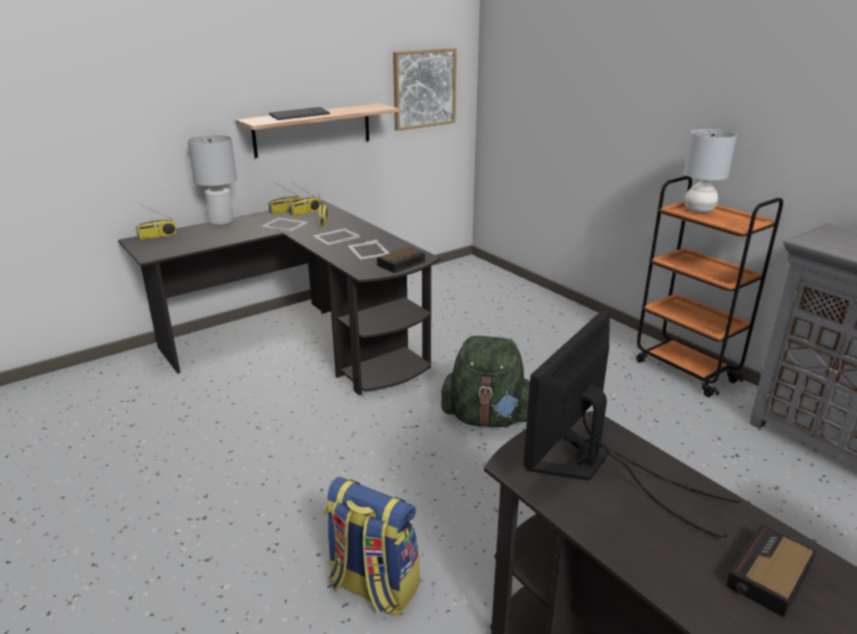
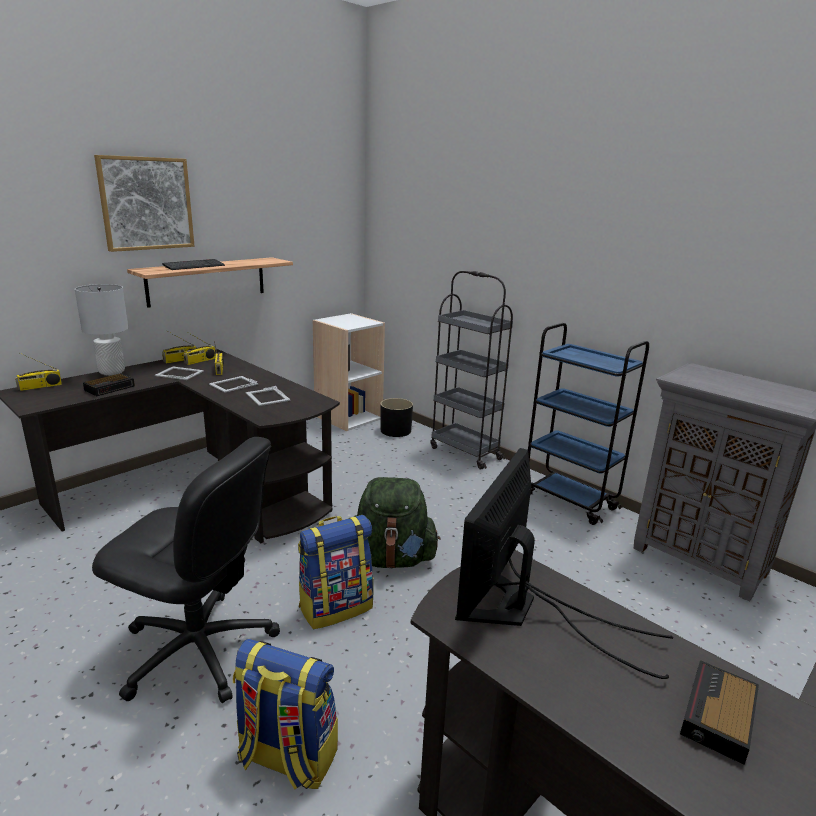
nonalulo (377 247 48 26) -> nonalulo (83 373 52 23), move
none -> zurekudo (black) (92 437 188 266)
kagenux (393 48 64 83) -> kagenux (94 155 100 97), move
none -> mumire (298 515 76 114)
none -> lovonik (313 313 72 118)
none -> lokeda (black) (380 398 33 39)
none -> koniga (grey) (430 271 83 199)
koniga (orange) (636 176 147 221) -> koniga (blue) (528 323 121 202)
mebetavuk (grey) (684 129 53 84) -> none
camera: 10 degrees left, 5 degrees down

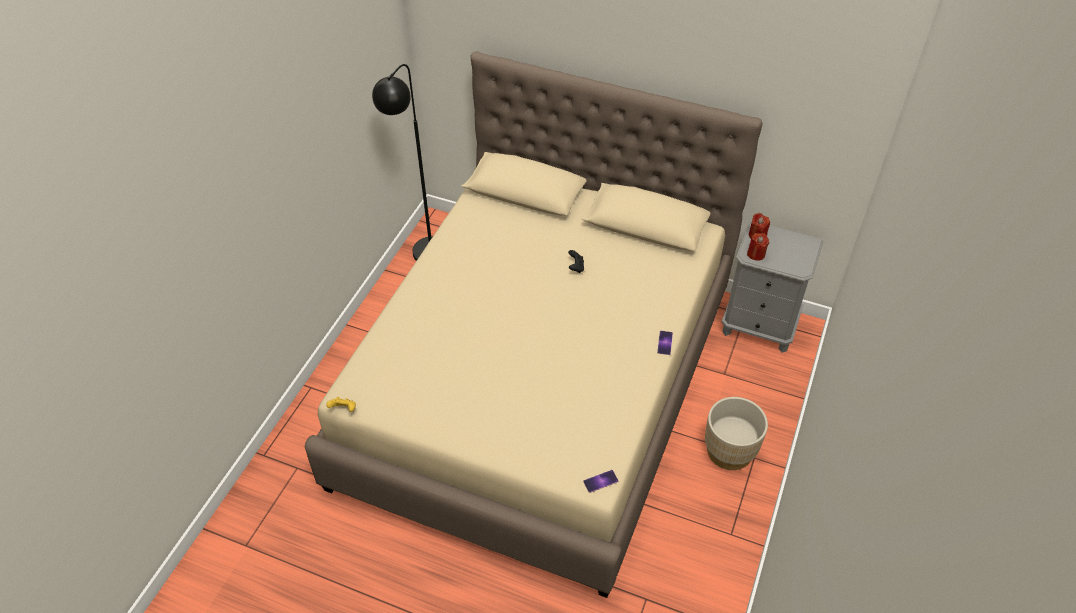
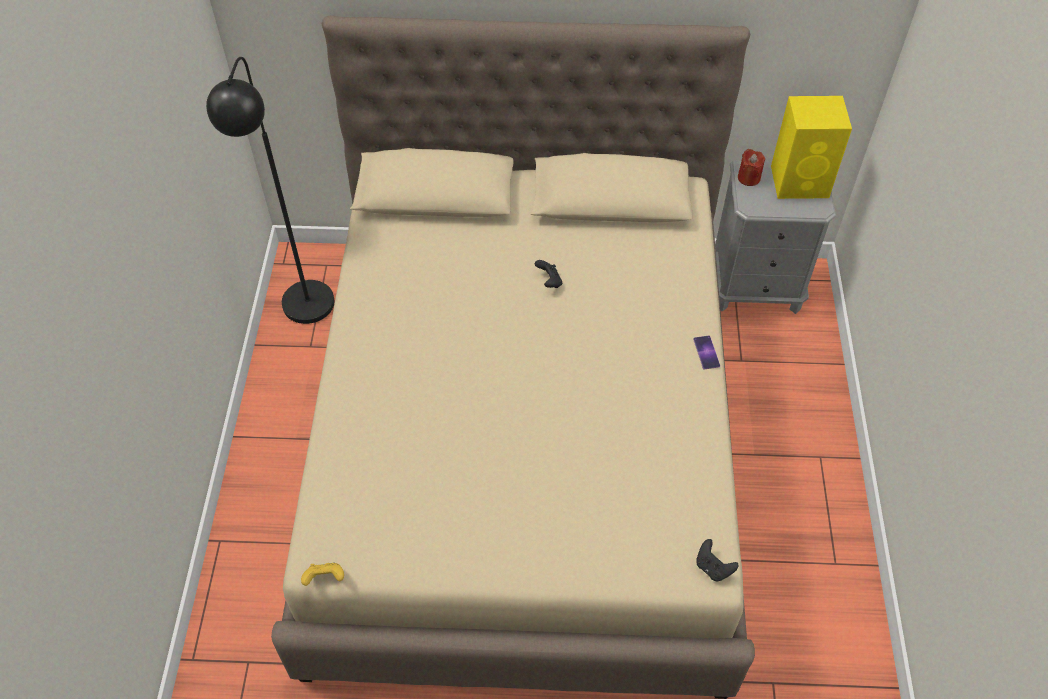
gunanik (583 470 35 23) -> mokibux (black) (696 539 43 42)
none -> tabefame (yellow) (771 96 81 103)
lokeda (beige) (705 397 63 73) -> none
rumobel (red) (747 233 22 28) -> none
camera: 20 degrees left, 5 degrees up

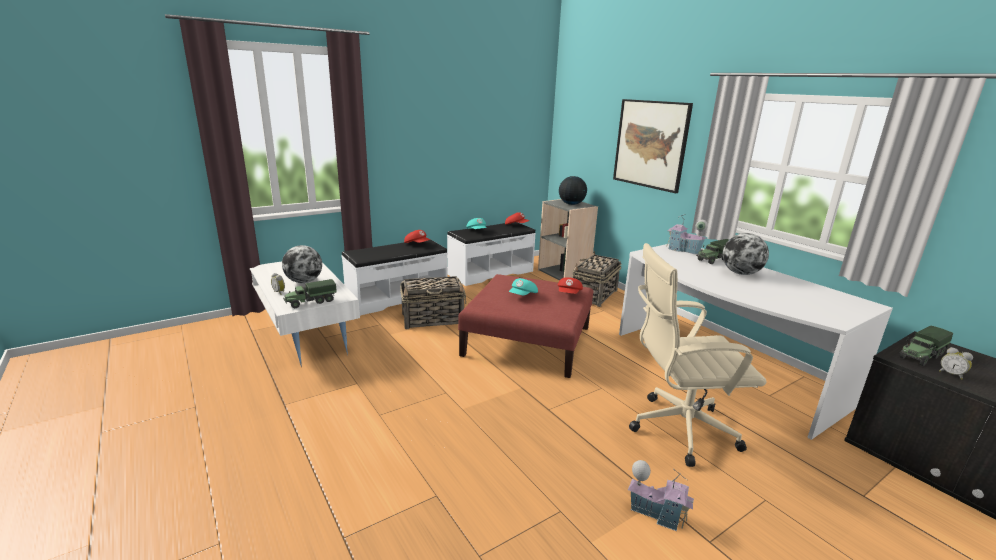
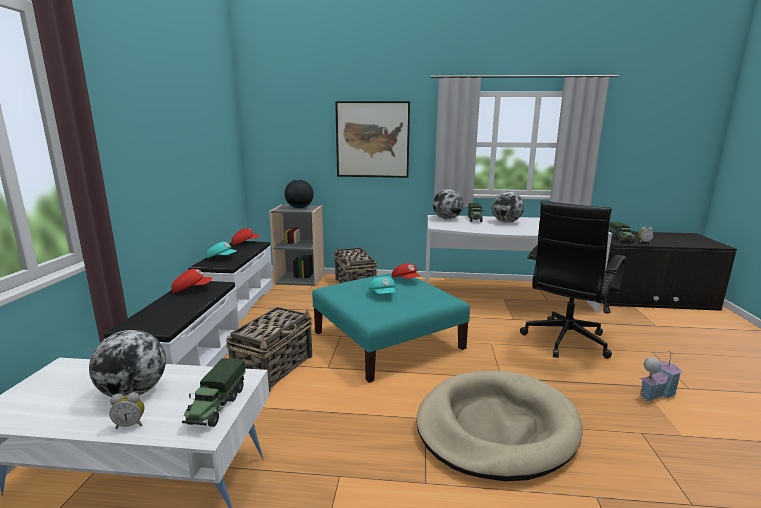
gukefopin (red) (458 274 135 104) -> gukefopin (turquoise) (312 273 158 110)
none -> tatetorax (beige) (416 371 167 110)
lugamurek (666 214 42 41) -> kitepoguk (433 189 30 31)
zurekudo (beige) (629 243 137 224) -> zurekudo (black) (520 201 106 158)
camera: 50 degrees left, 5 degrees down

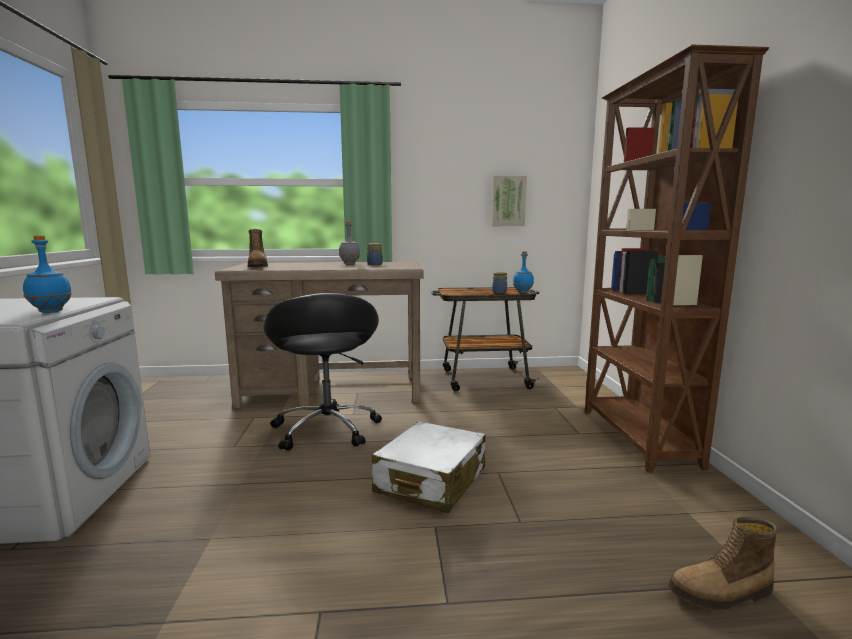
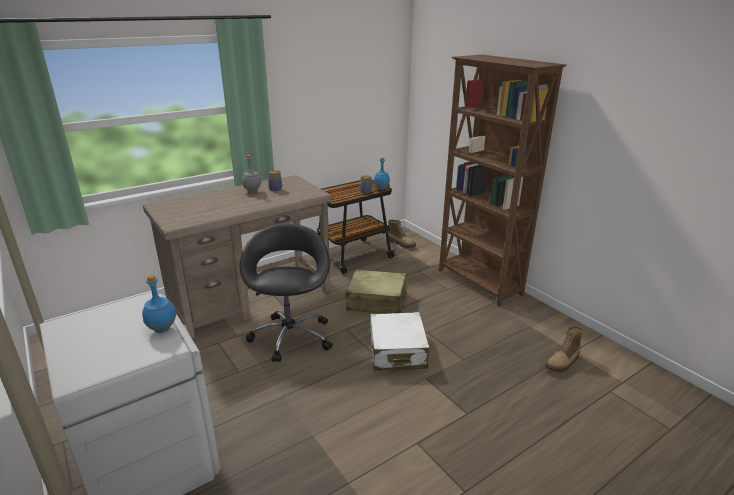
zurekudo (black) (263 293 119 157) -> zurekudo (black) (239 223 94 139), 135 degrees counterclockwise
none -> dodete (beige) (345 270 63 44)
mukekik (248 229 20 38) -> mukekik (388 220 28 28), move
kagenux (491 176 36 50) -> none
camera: 30 degrees left, 15 degrees up

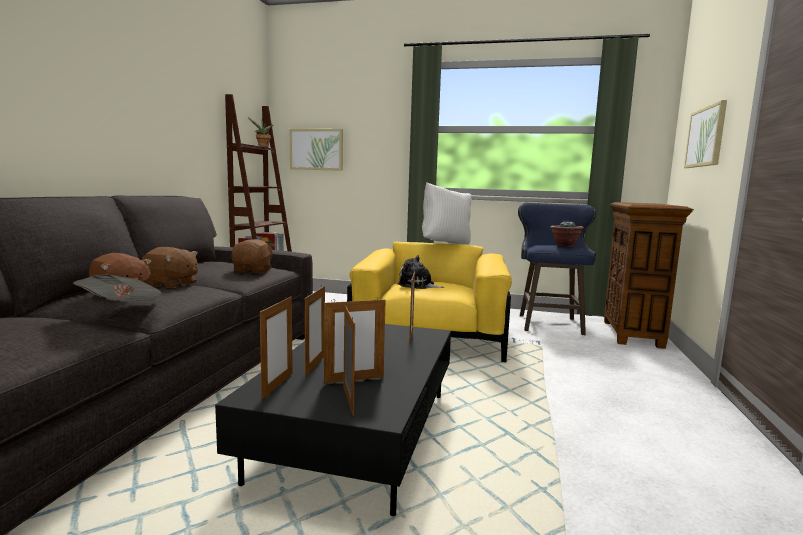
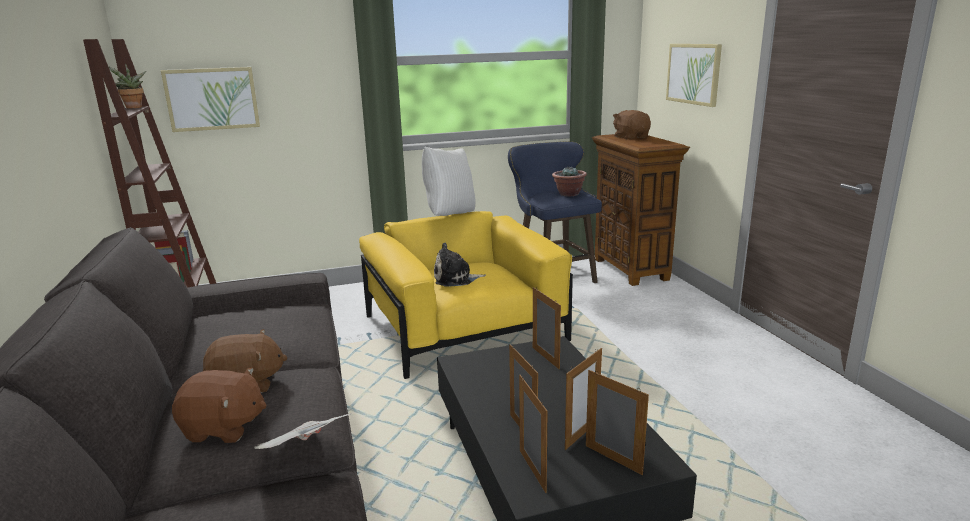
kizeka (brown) (231 239 44 35) -> kizeka (brown) (613 110 38 30), move
camera: 30 degrees left, 10 degrees up

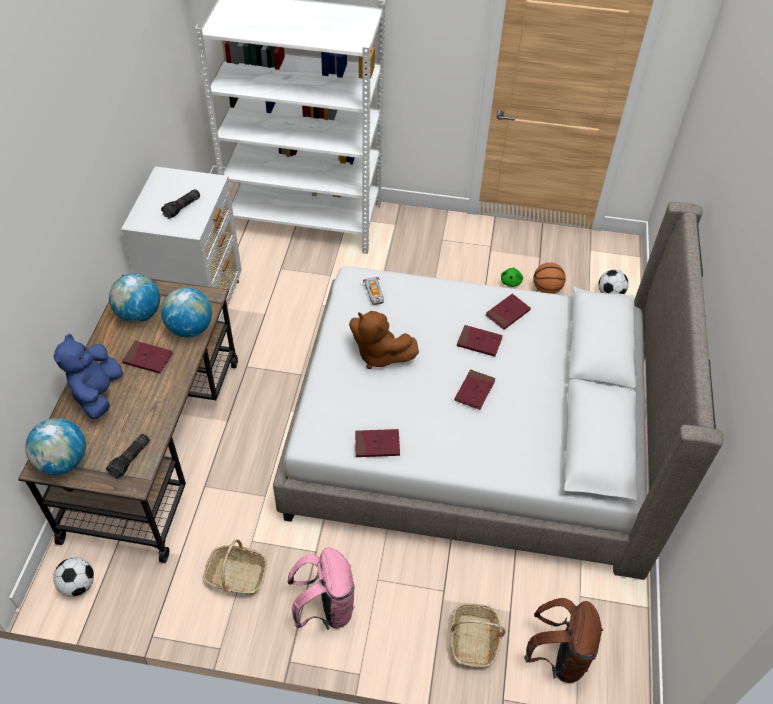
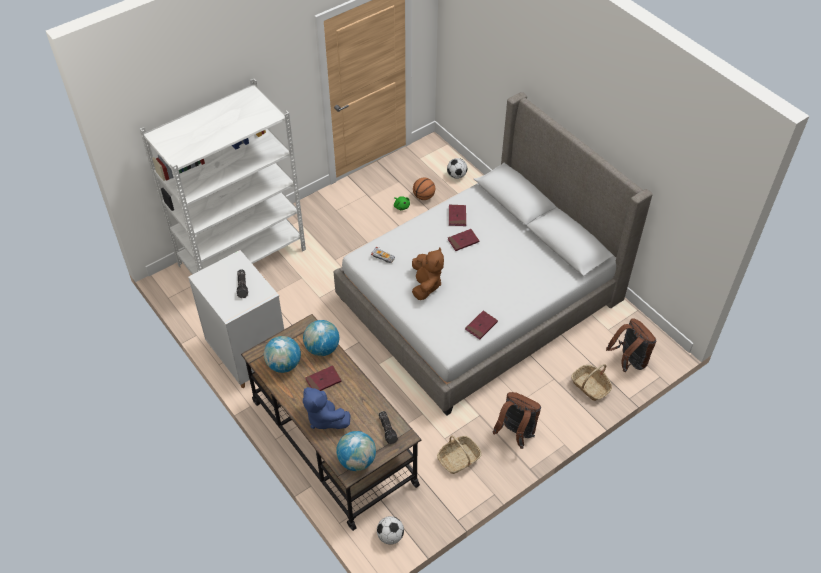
kizeka (brown) (349 311 70 58) -> kizeka (brown) (412 248 32 52), 75 degrees counterclockwise
mumire (pink) (287 547 68 83) -> mumire (brown) (493 392 48 57)
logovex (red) (454 370 42 40) -> none
camera: 45 degrees left, 0 degrees up

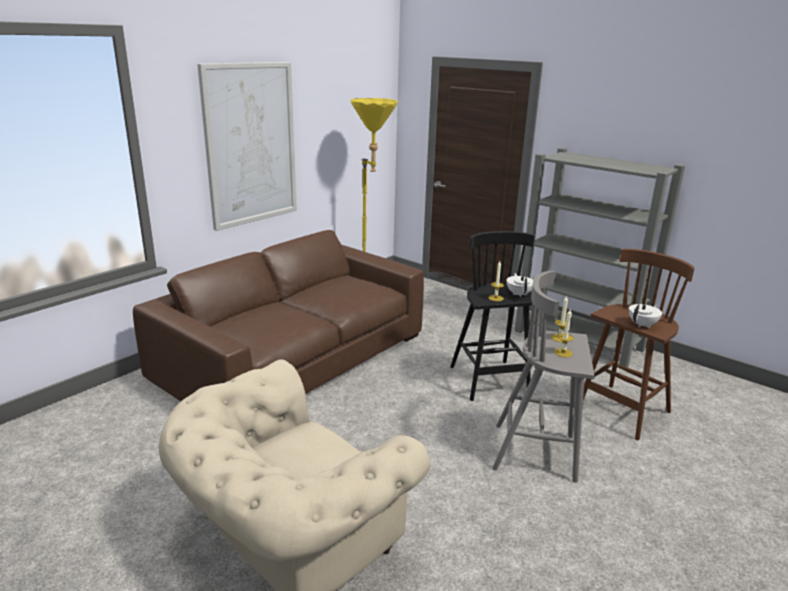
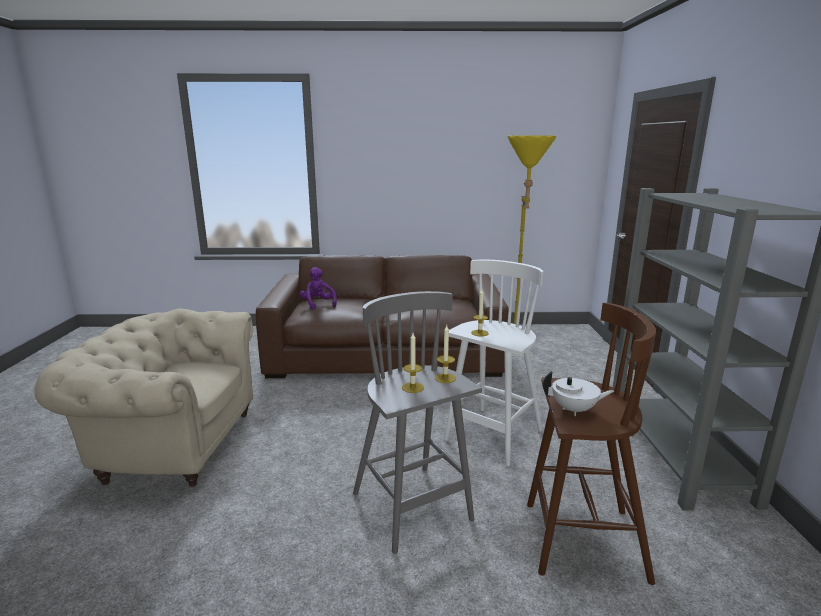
none -> kizeka (purple) (300 267 37 43)
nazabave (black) (450 231 84 170) -> nazabave (white) (444 260 99 206)
kagenux (197 62 100 169) -> none
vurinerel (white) (506 273 27 24) -> none
camera: 50 degrees right, 5 degrees down

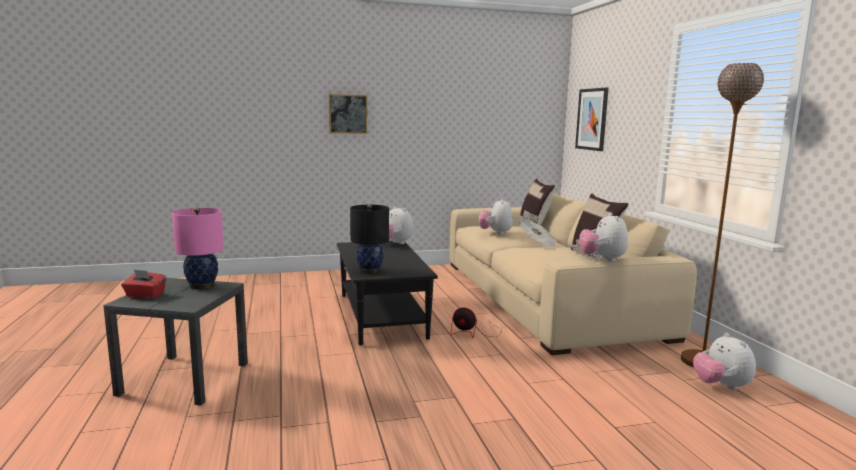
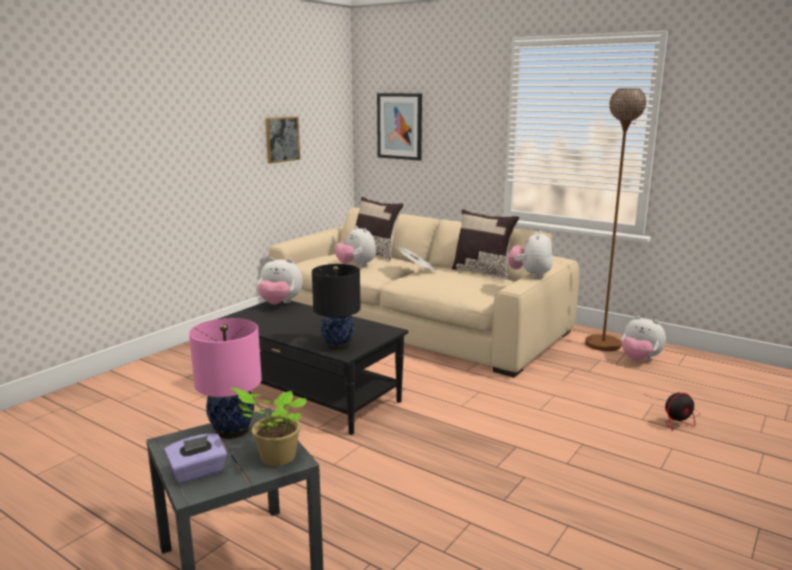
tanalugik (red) (121 269 45 30) -> tanalugik (purple) (164 433 63 51)
none -> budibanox (230 387 76 79)
kagenux (329 94 39 40) -> kagenux (265 116 35 47), move
kizeka (579 213 49 49) -> kizeka (508 231 45 47), 60 degrees clockwise
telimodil (451 307 50 31) -> telimodil (643 393 57 38), move
camera: 40 degrees left, 5 degrees up

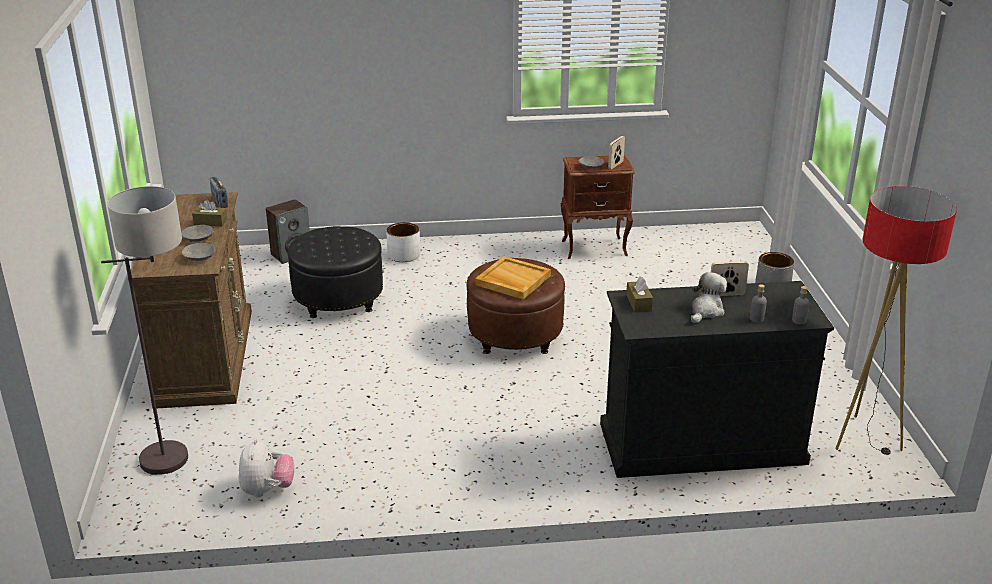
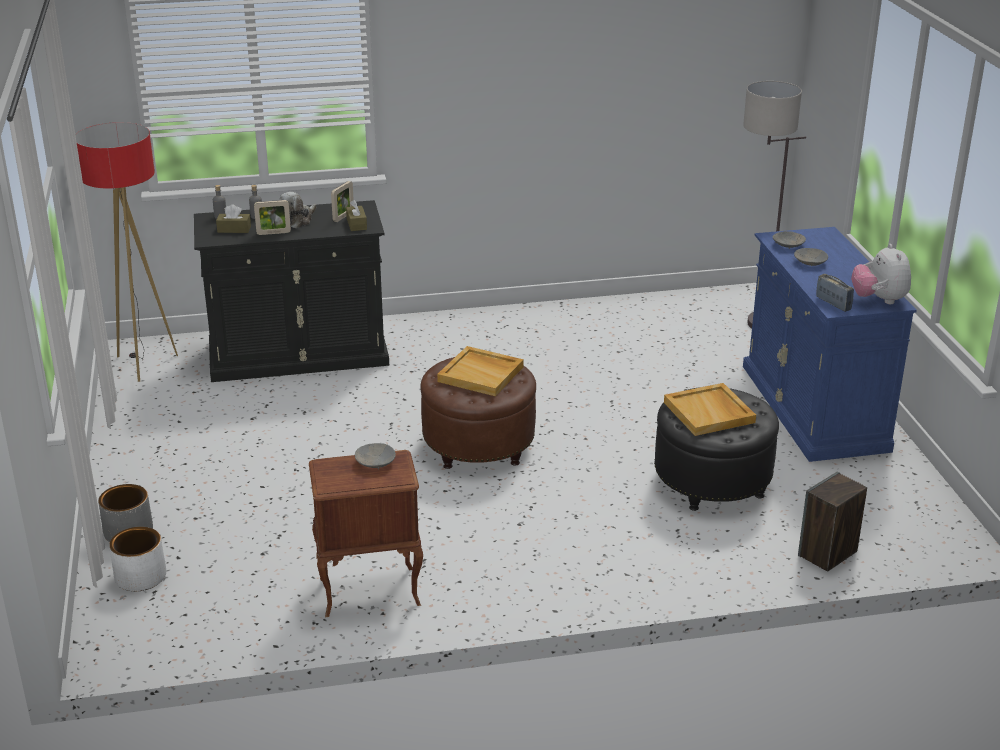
lokeda (white) (386 222 35 40) -> lokeda (white) (109 527 57 64), move
tanalugik (brown) (192 200 36 26) -> tanalugik (brown) (216 204 35 29), move
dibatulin (608 136 17 34) -> dibatulin (331 181 23 41), move
none -> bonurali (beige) (664 383 92 53)
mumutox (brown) (131 192 121 217) -> mumutox (blue) (743 227 174 235)
kizeka (239 439 55 59) -> kizeka (851 244 60 60), move
camera: 175 degrees right, 0 degrees up

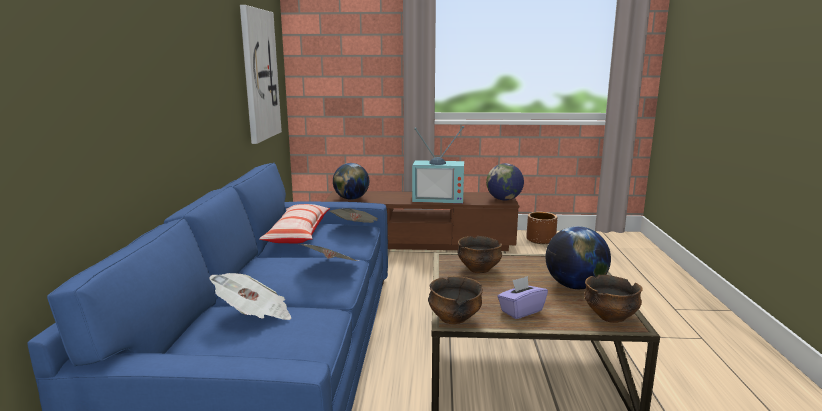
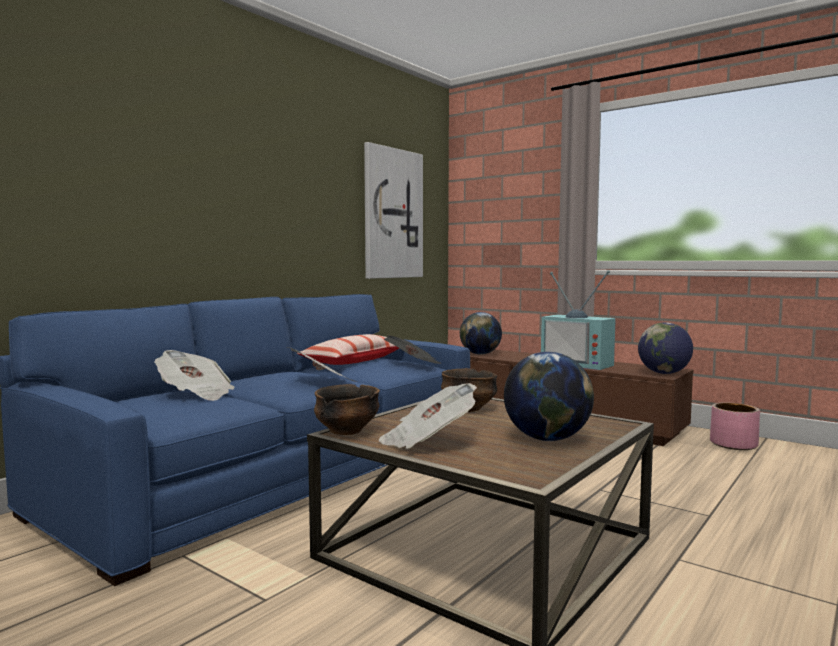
tanalugik (purple) (497 276 51 43) -> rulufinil (379 383 98 66)
lokeda (brown) (526 212 32 32) -> lokeda (pink) (710 403 50 47)
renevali (584 275 59 48) -> none
camera: 35 degrees right, 10 degrees down

